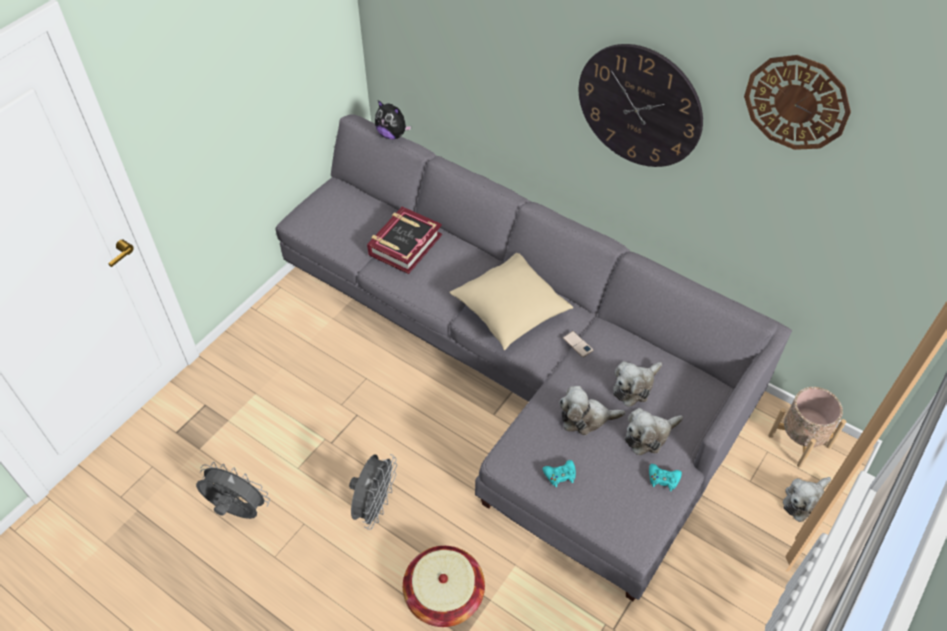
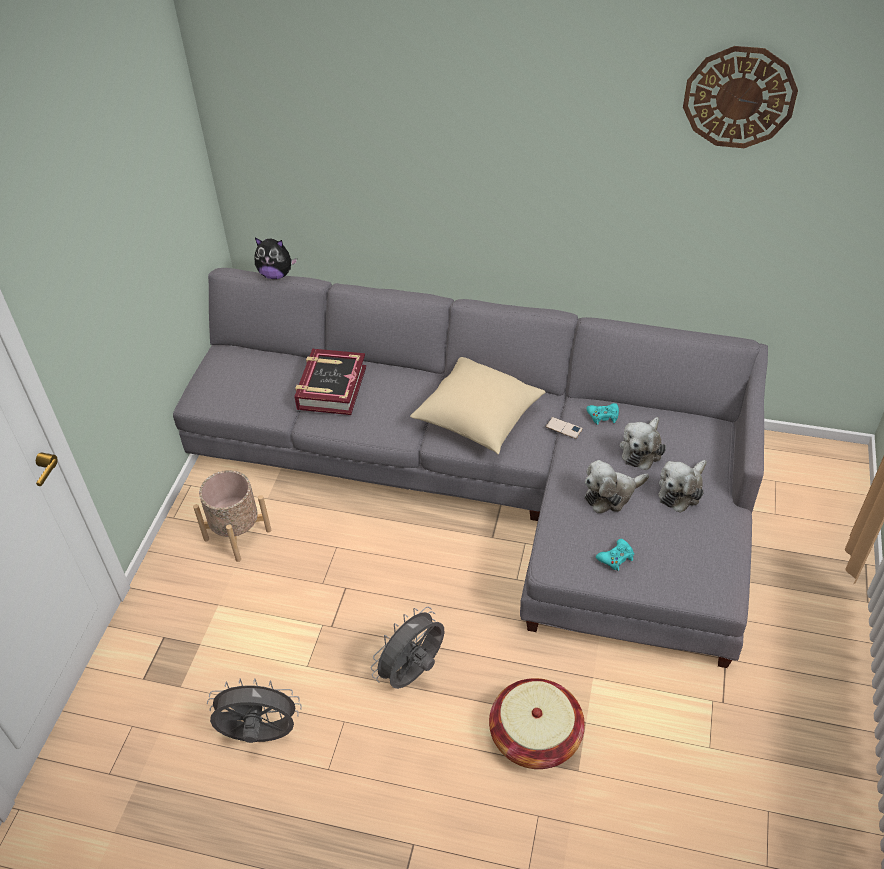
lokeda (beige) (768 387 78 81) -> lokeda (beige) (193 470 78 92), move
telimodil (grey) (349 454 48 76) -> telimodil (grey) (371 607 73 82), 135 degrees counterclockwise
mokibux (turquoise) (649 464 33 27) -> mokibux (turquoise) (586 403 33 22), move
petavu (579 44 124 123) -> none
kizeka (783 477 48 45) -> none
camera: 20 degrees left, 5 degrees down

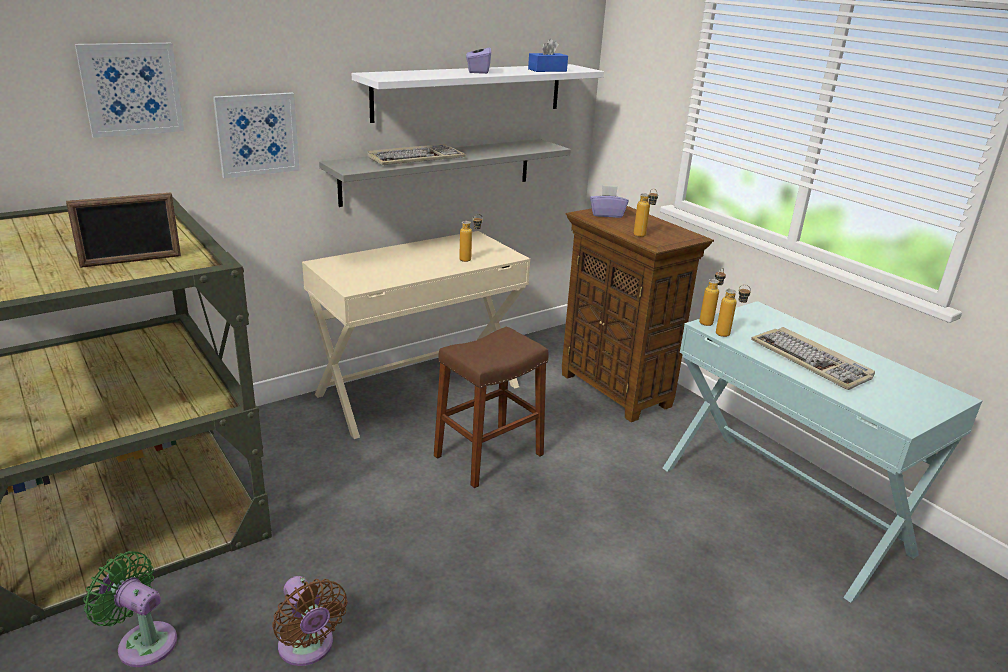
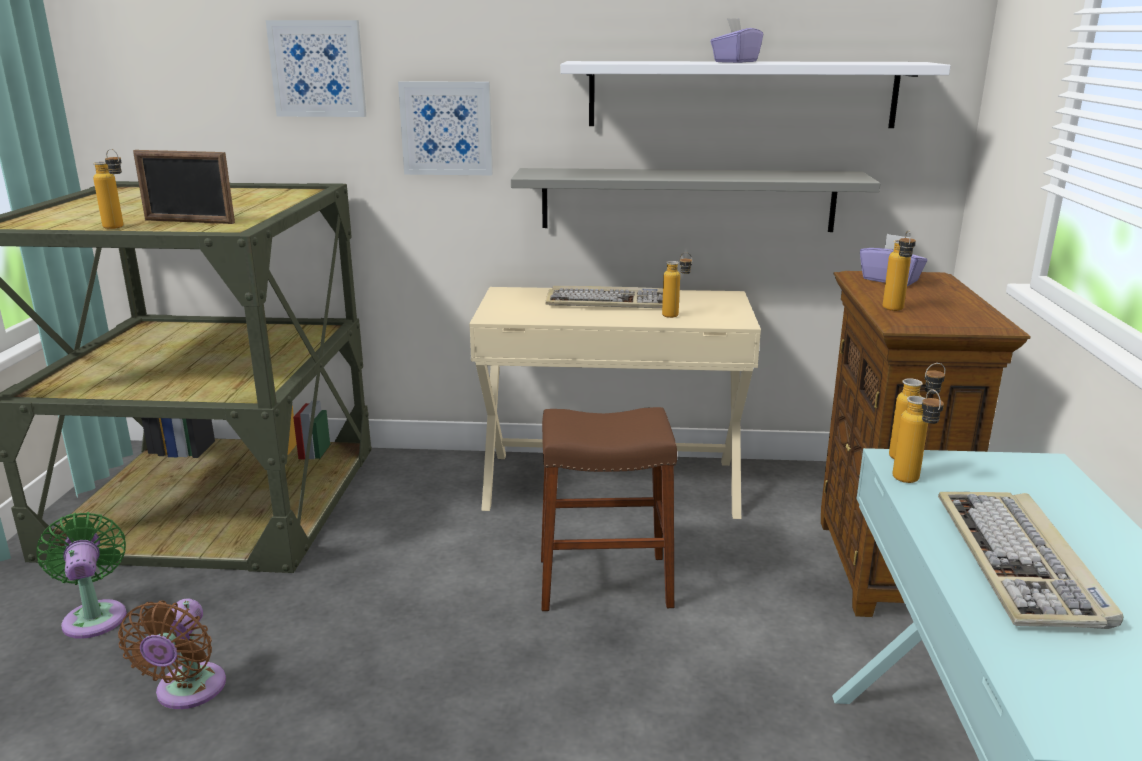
none -> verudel (93 149 30 80)
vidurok (367 144 99 21) -> vidurok (545 286 118 22), move
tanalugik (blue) (528 39 40 33) -> none
camera: 40 degrees right, 5 degrees down

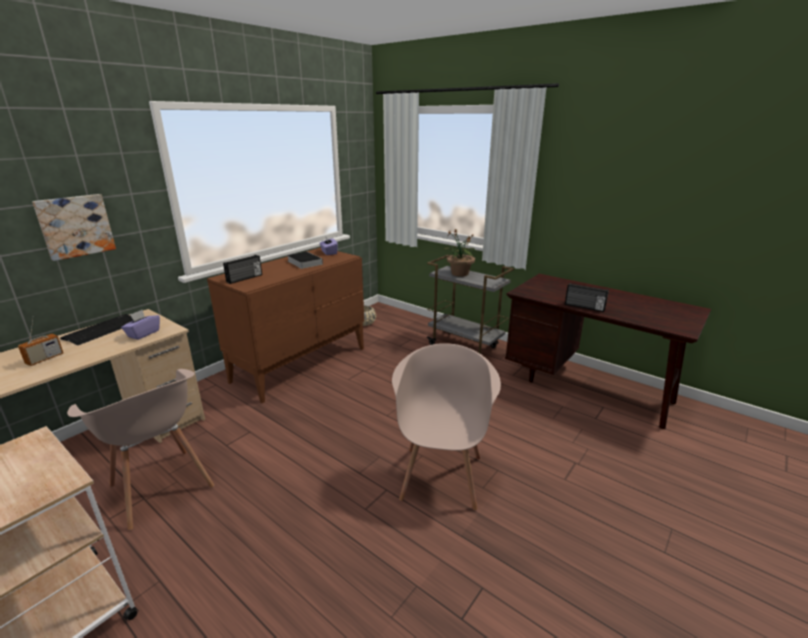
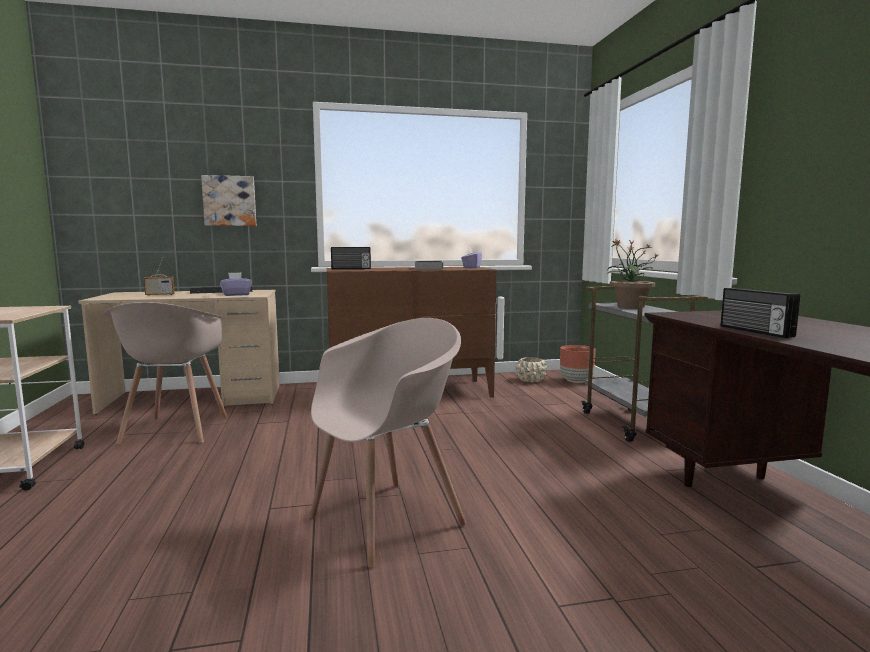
none -> lokeda (brown) (560 345 36 38)
camera: 40 degrees right, 15 degrees down

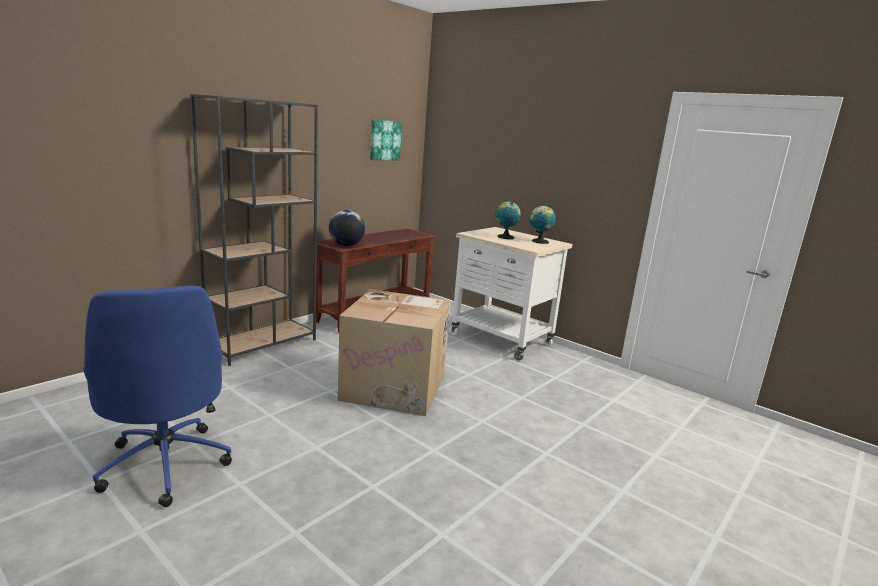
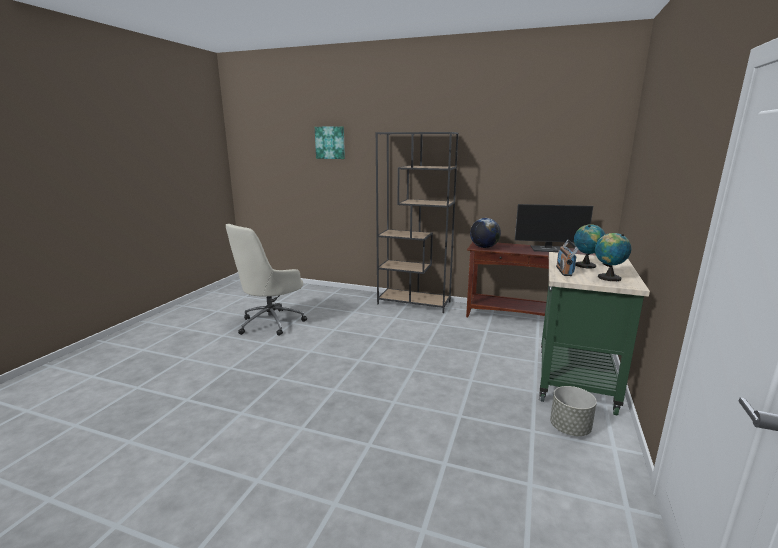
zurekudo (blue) (83 286 149 221) -> zurekudo (beige) (226 224 81 112)
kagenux (370 120 32 40) -> kagenux (315 126 30 33), move
none -> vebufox (515 204 78 48)
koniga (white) (450 227 123 133) -> koniga (green) (539 252 111 164)
none -> lokeda (grey) (550 386 47 50)
none -> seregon (556 240 23 36)
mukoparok (338 289 113 127) -> none
camera: 70 degrees right, 0 degrees up

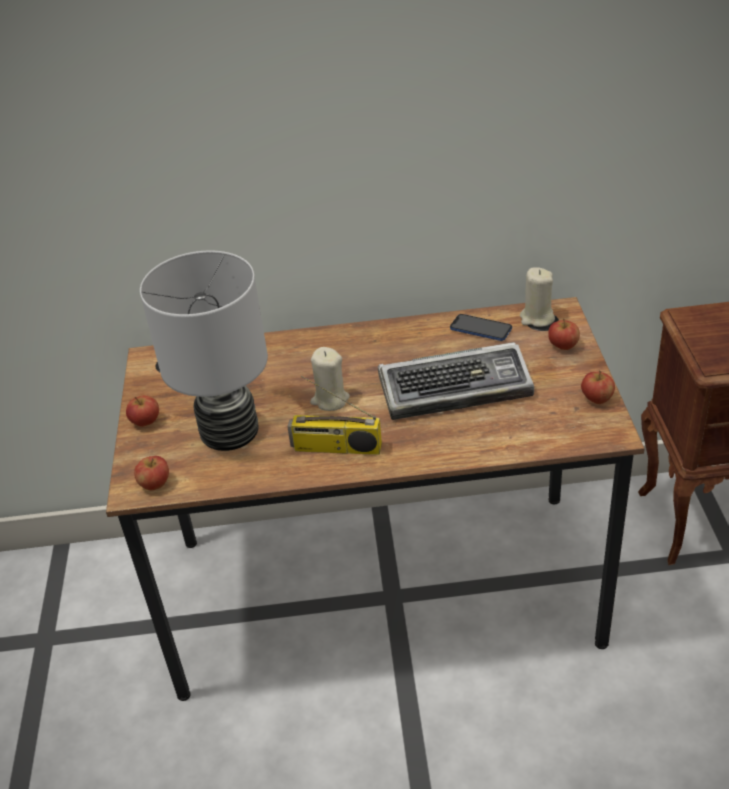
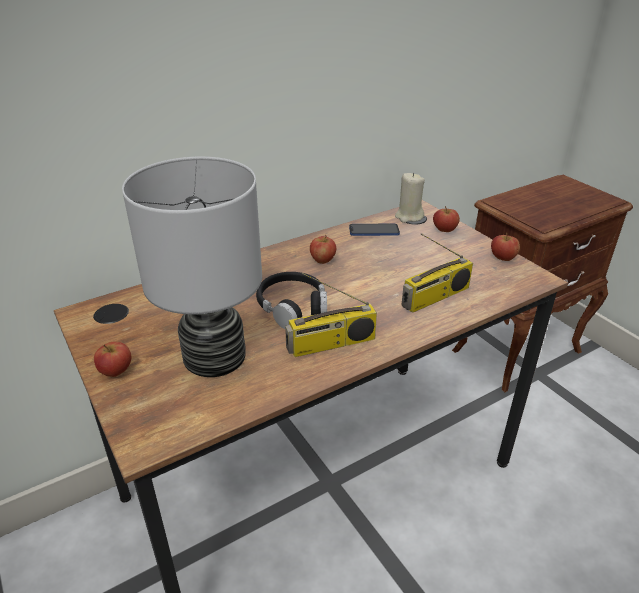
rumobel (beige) (310 347 40 64) -> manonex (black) (256 272 71 57)
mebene (134 456 35 34) -> mebene (310 235 26 29), move
none -> seregon (401 233 72 80)
vidurok (378 342 156 78) -> none
camera: 30 degrees left, 5 degrees down

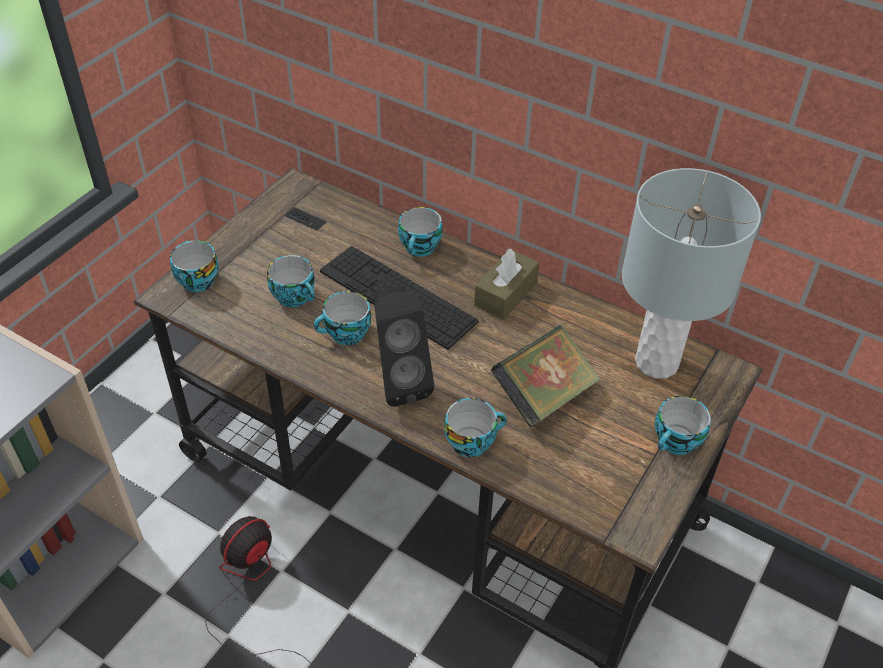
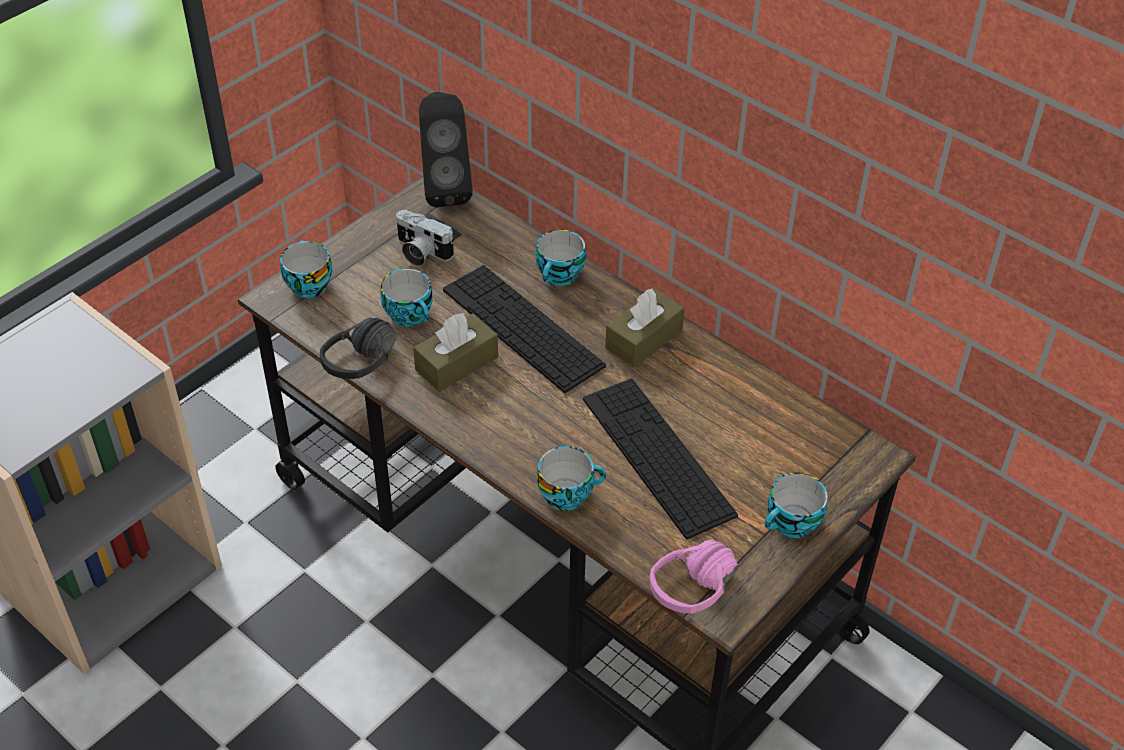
none -> manonex (black) (320 318 76 61)
none -> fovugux (396 210 58 56)
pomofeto (314 291 57 54) -> tanalugik (brown) (413 312 85 80)
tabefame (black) (374 286 60 121) -> tabefame (black) (419 92 54 115), move
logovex (491 325 109 102) -> vidurok (583 378 155 161)
none -> manonex (pink) (650 540 88 74)
telimodil (205 516 109 150) -> none
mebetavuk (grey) (622 168 139 211) -> none
camera: 10 degrees right, 0 degrees up

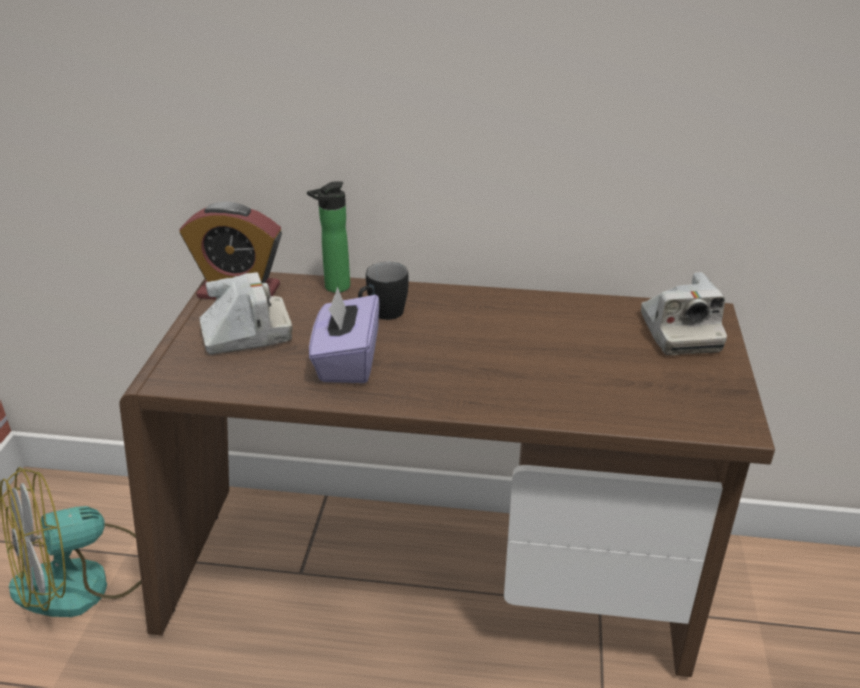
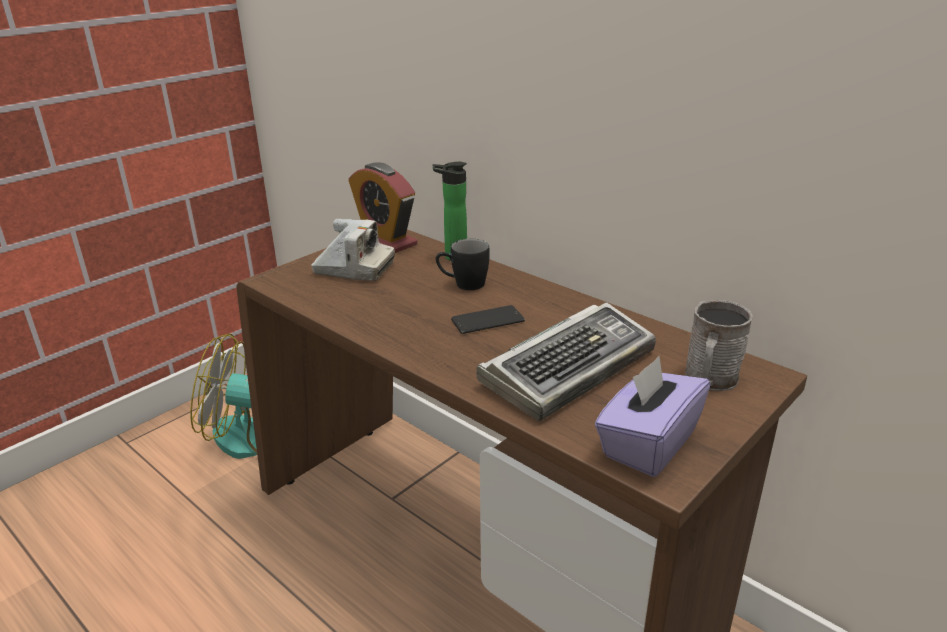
none -> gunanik (451 305 74 29)
none -> vidurok (476 303 180 118)
tanalugik (purple) (309 287 70 96) -> tanalugik (purple) (595 356 115 121), move
fovugux (641 272 86 83) -> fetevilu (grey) (685 300 68 91)
camera: 35 degrees right, 5 degrees down

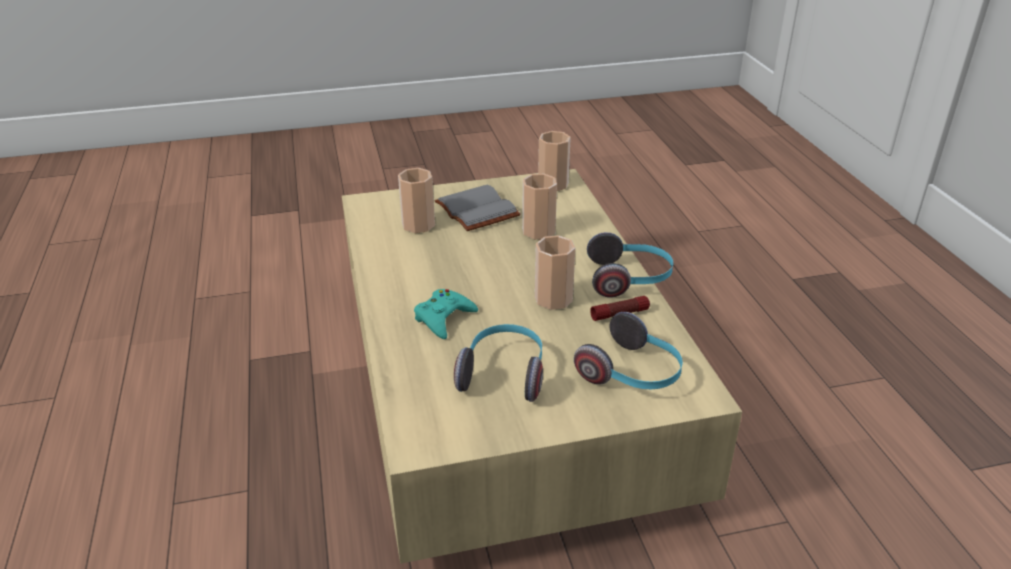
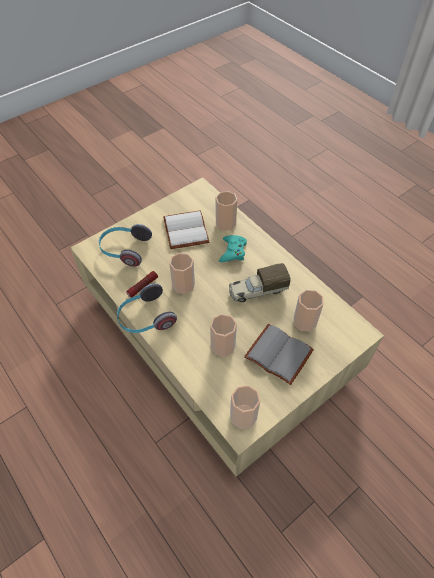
manonex (454 324 89 78) -> logovex (white) (163 210 46 39)
none -> pomofeto (216 191 21 40)
none -> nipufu (229 263 62 39)
camera: 155 degrees right, 20 degrees up

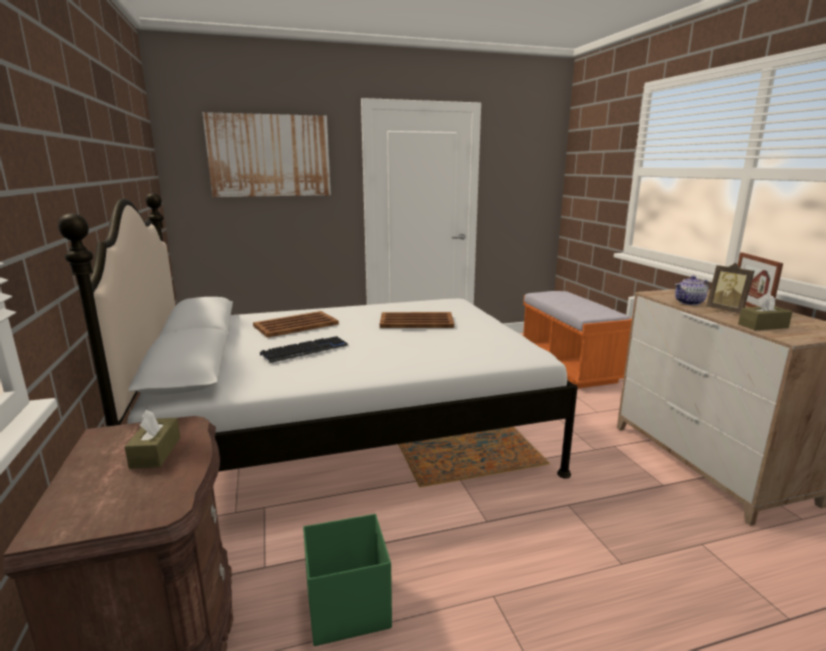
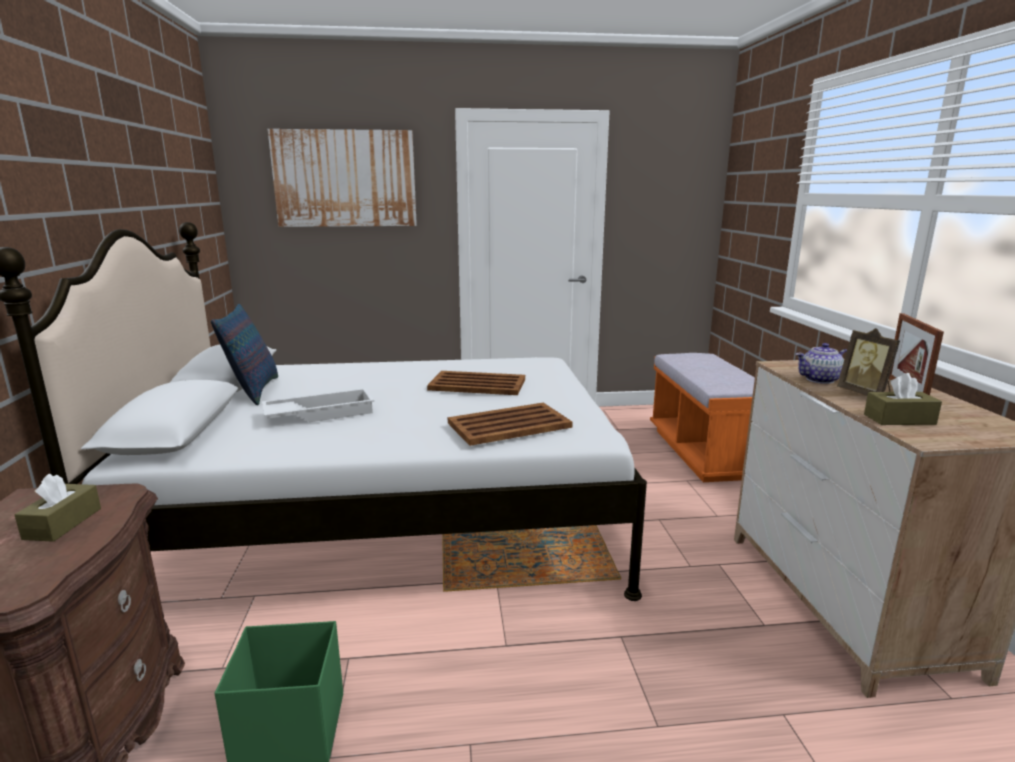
none -> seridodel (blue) (211 304 67 101)
vidurok (260 336 88 27) -> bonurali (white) (262 388 112 34)
bonurali (brown) (253 311 86 27) -> bonurali (brown) (448 402 125 44), move
camera: 10 degrees right, 0 degrees up

